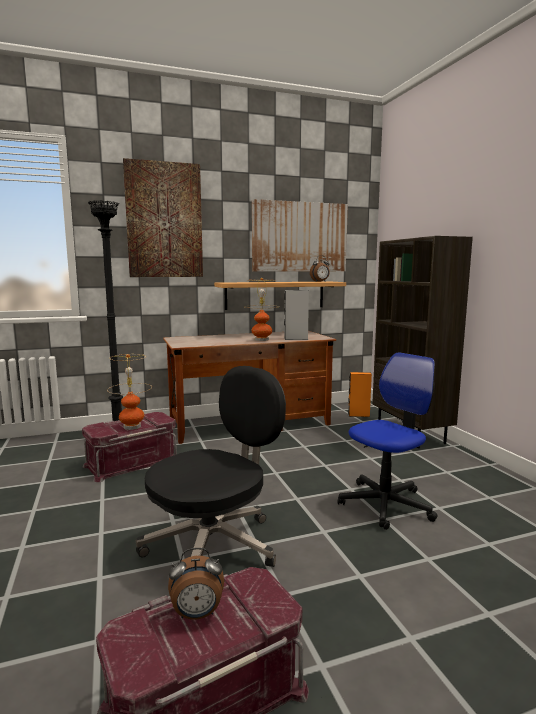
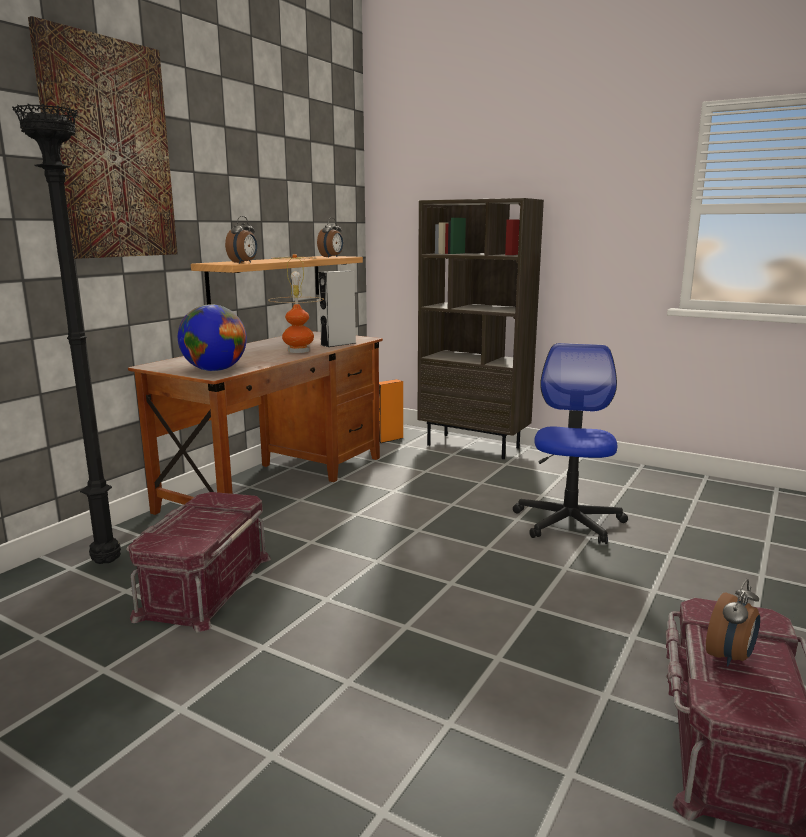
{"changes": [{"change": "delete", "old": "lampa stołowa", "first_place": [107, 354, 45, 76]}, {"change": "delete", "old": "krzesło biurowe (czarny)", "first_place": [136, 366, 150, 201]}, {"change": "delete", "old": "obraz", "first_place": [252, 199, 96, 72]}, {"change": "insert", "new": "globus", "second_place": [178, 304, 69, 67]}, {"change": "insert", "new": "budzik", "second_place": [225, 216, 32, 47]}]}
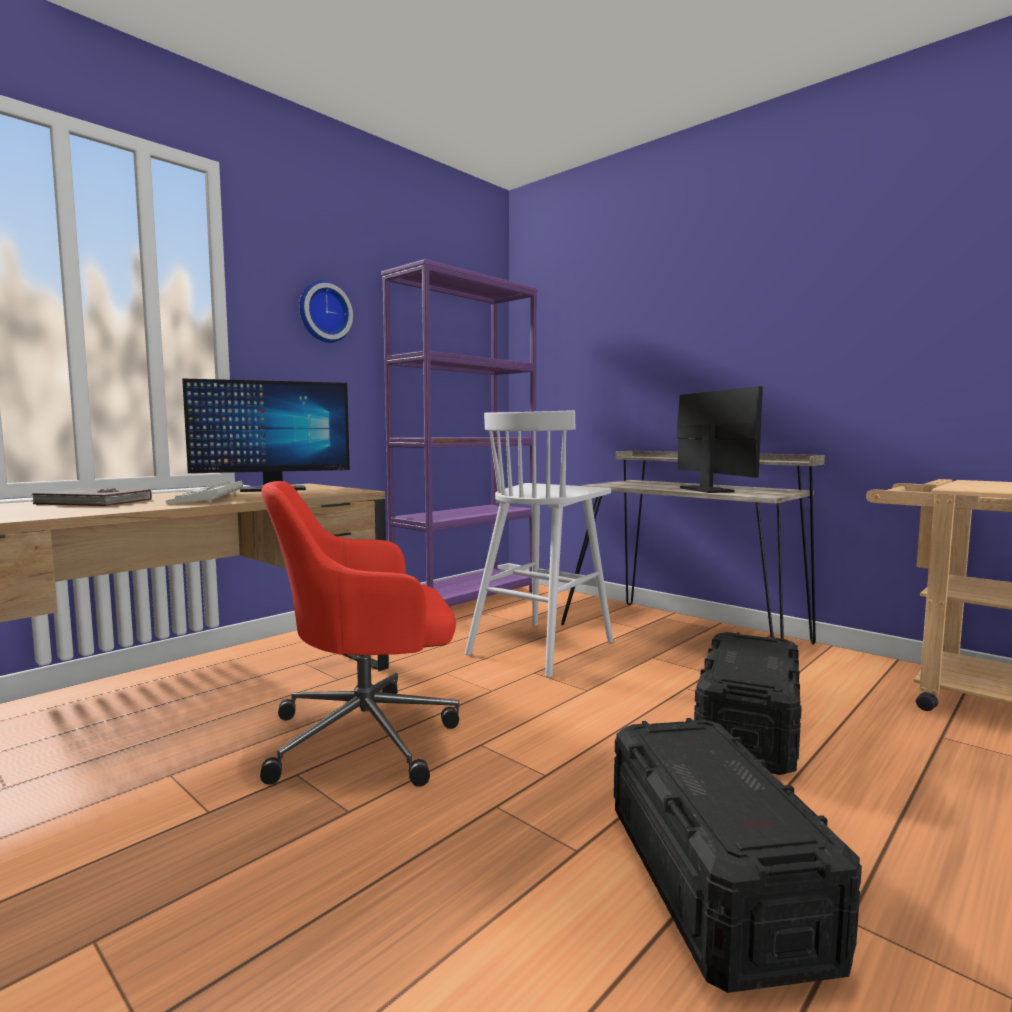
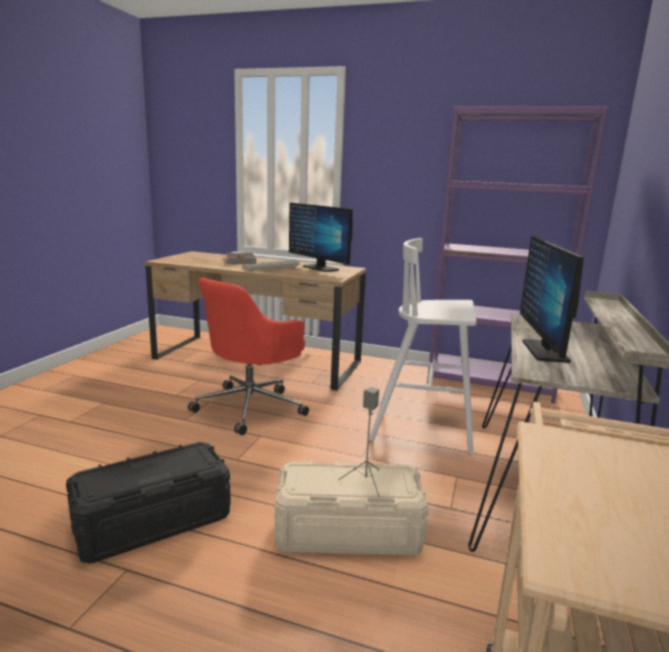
{"changes": [{"change": "delete", "old": "zegar ścienny", "first_place": [299, 281, 54, 62]}, {"change": "insert", "new": "głośnik (szary)", "second_place": [338, 387, 42, 110]}, {"change": "recolor", "old": "pojemnik do przechowywania (czarny)", "new": "pojemnik do przechowywania (beżowy)", "first_place": [694, 632, 108, 143], "second_place": [274, 460, 155, 95]}, {"change": "rotate", "old": "krzesło biurowe (czerwony)", "first_place": [260, 481, 200, 306], "second_place": [188, 278, 121, 157], "degrees": -105}, {"change": "rotate", "old": "monitor", "first_place": [677, 386, 86, 107], "second_place": [520, 236, 64, 127], "degrees": 135}]}
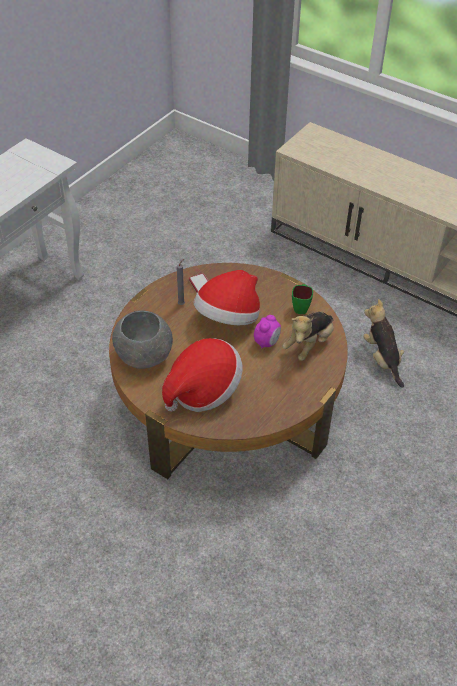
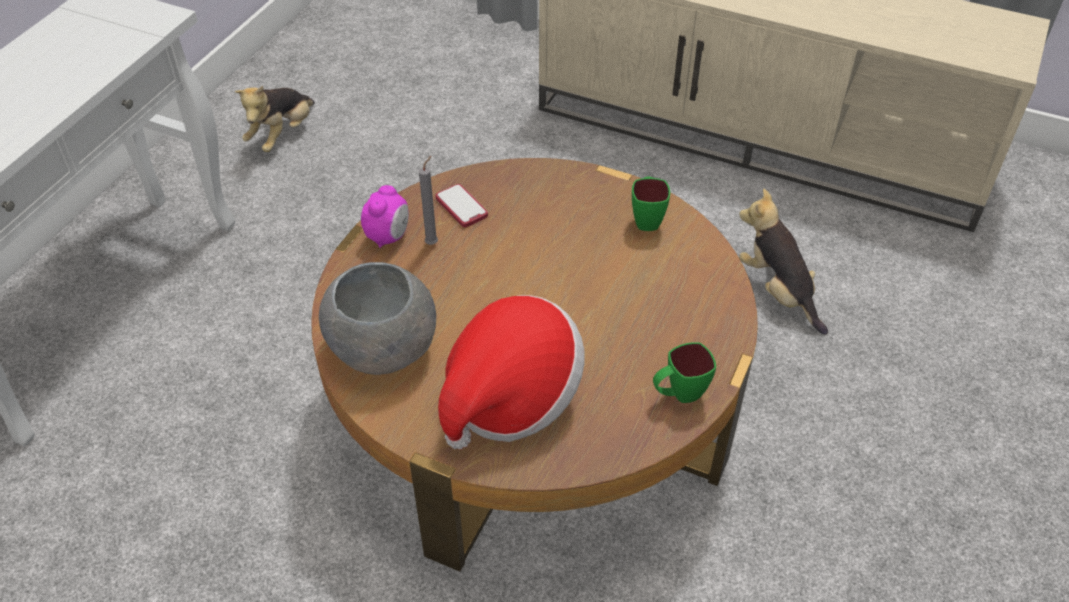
{"changes": [{"change": "delete", "old": "kapelusz", "first_place": [194, 270, 66, 55]}, {"change": "insert", "new": "kubek (zielony)", "second_place": [653, 342, 63, 61]}, {"change": "move", "old": "budzik", "first_place": [254, 315, 27, 34], "second_place": [361, 185, 48, 63]}, {"change": "move", "old": "pluszak", "first_place": [283, 312, 51, 49], "second_place": [235, 86, 80, 66]}]}
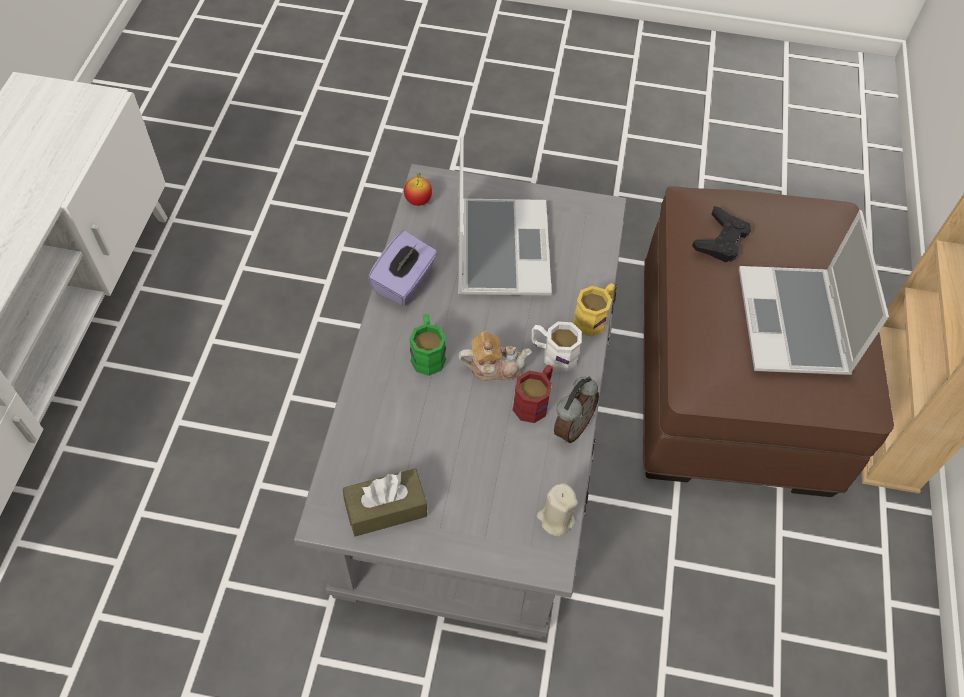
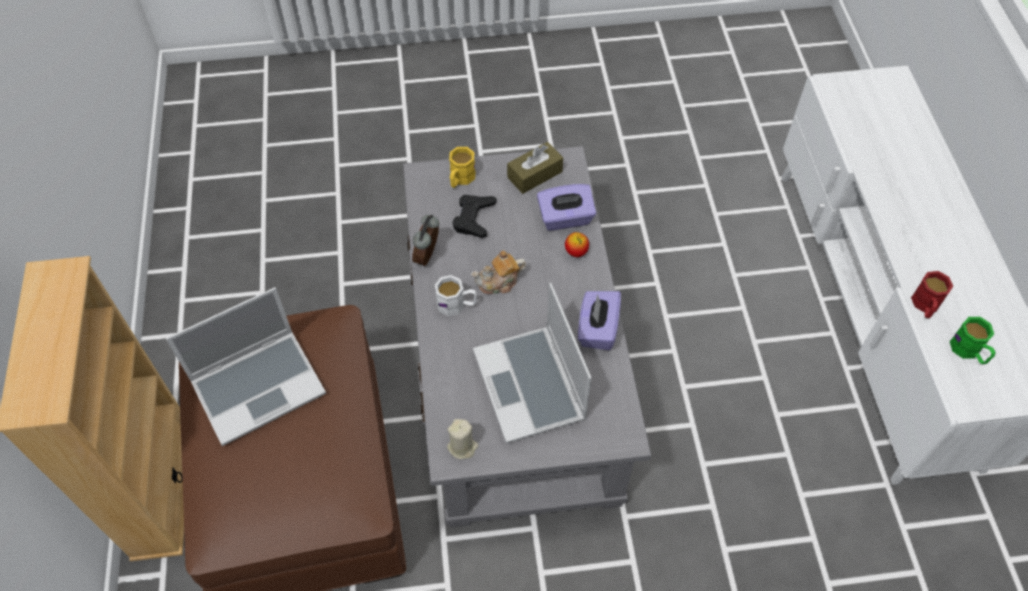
{"changes": [{"change": "insert", "new": "pudełko chusteczek (fioletowy)", "second_place": [537, 184, 59, 47]}, {"change": "move", "old": "jabłko", "first_place": [404, 172, 28, 34], "second_place": [565, 232, 24, 25]}, {"change": "move", "old": "kubek (zielony)", "first_place": [409, 314, 37, 62], "second_place": [950, 317, 46, 47]}, {"change": "move", "old": "kubek (czerwony)", "first_place": [513, 365, 40, 58], "second_place": [911, 271, 42, 47]}, {"change": "move", "old": "świeca (beżowy)", "first_place": [537, 483, 41, 54], "second_place": [447, 419, 32, 40]}, {"change": "move", "old": "kubek (żółty)", "first_place": [573, 283, 42, 54], "second_place": [449, 147, 26, 41]}, {"change": "move", "old": "pad do gier (czarny)", "first_place": [692, 206, 59, 56], "second_place": [452, 195, 44, 43]}, {"change": "rotate", "old": "laptop", "first_place": [739, 210, 150, 165], "second_place": [166, 287, 160, 159], "degrees": 75}]}
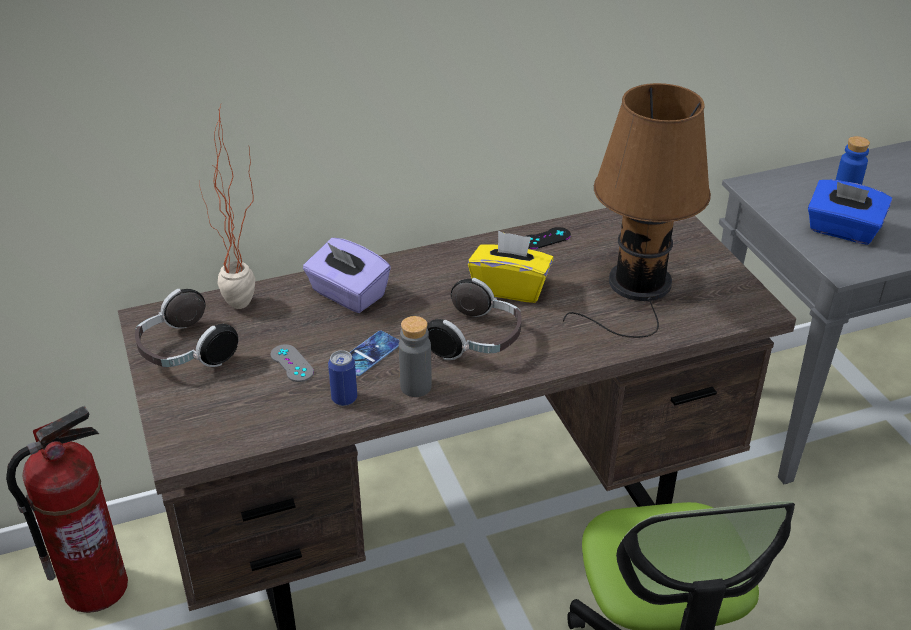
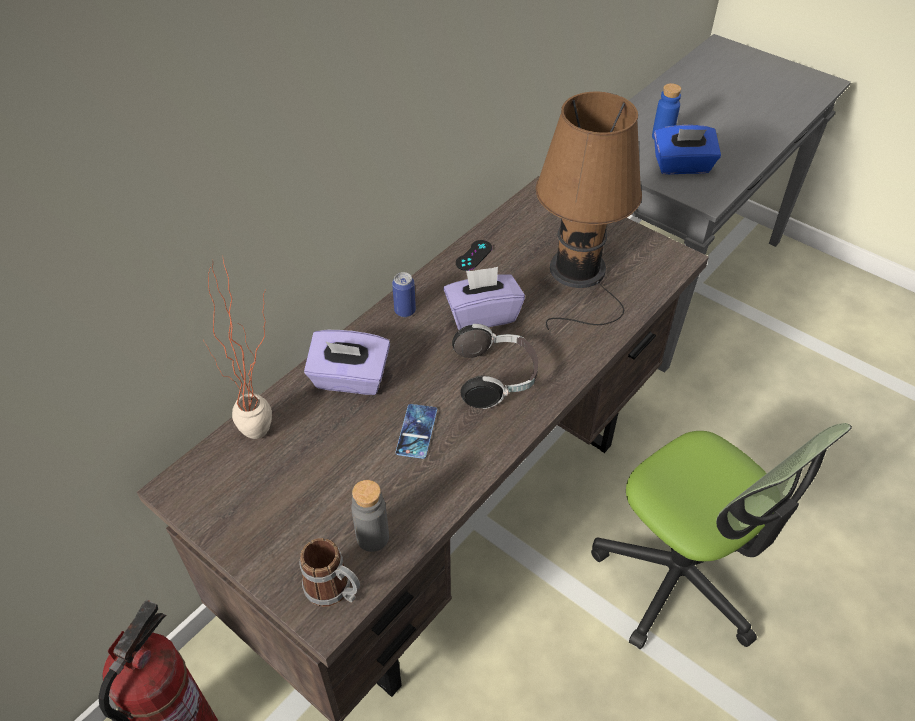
{"changes": [{"change": "delete", "old": "słuchawki", "first_place": [135, 289, 103, 78]}, {"change": "delete", "old": "pad do gier (szary)", "first_place": [271, 344, 43, 38]}, {"change": "insert", "new": "kubek", "second_place": [299, 538, 62, 69]}, {"change": "move", "old": "puszka", "first_place": [328, 350, 29, 56], "second_place": [392, 272, 24, 45]}, {"change": "move", "old": "butelka (szary)", "first_place": [399, 316, 33, 81], "second_place": [351, 480, 38, 72]}, {"change": "recolor", "old": "pudełko chusteczek (żółty)", "new": "pudełko chusteczek (fioletowy)", "first_place": [468, 231, 85, 72], "second_place": [443, 267, 82, 63]}]}
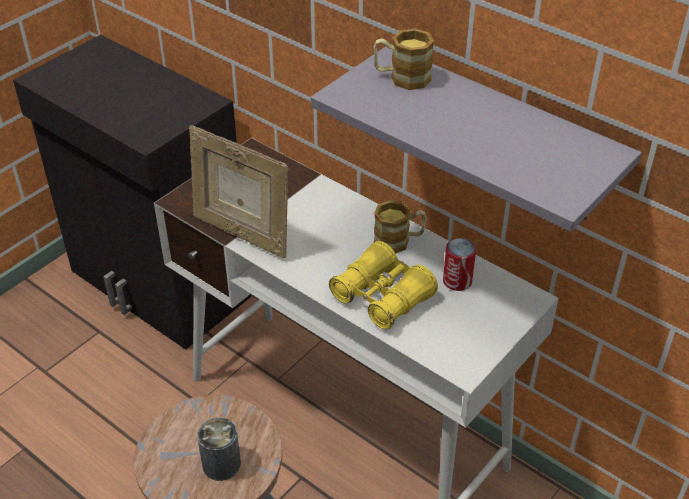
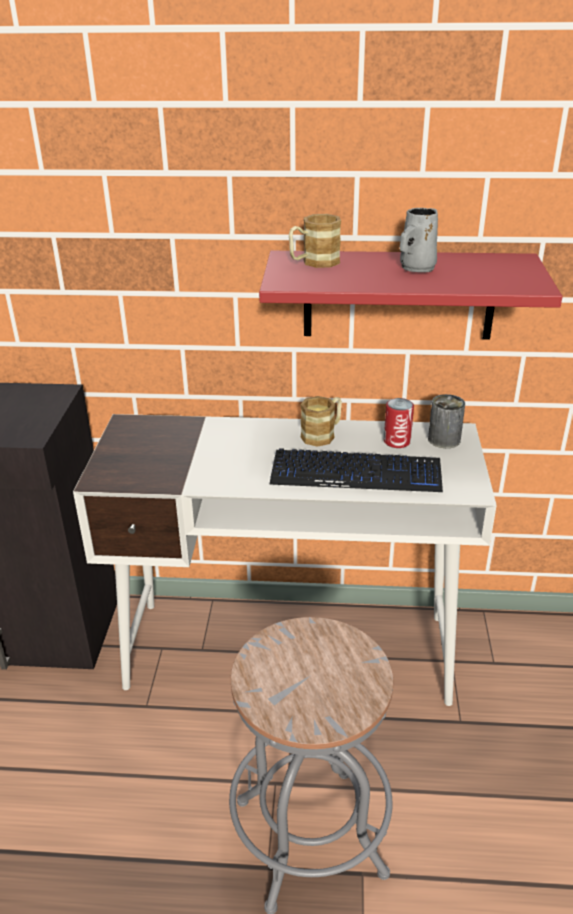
{"changes": [{"change": "delete", "old": "ramka na zdjęcie", "first_place": [189, 125, 99, 133]}, {"change": "insert", "new": "kubek (szary)", "second_place": [400, 208, 38, 64]}, {"change": "move", "old": "puszka", "first_place": [197, 417, 44, 64], "second_place": [428, 394, 37, 54]}, {"change": "replace", "old": "lornetka (żółty)", "new": "klawiatura", "first_place": [329, 241, 109, 89], "second_place": [270, 448, 173, 44]}, {"change": "recolor", "old": "półka (szary)", "new": "półka (czerwony)", "first_place": [311, 46, 331, 186], "second_place": [259, 251, 304, 89]}]}
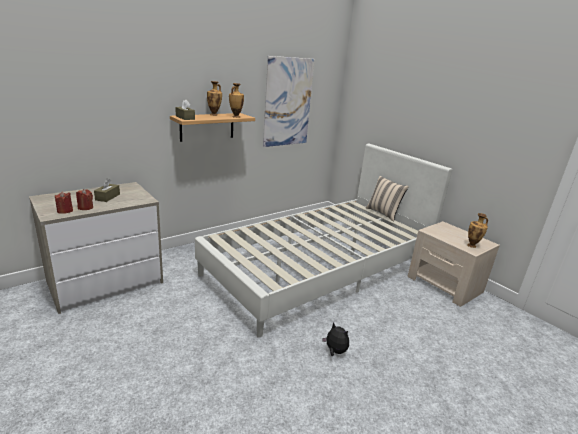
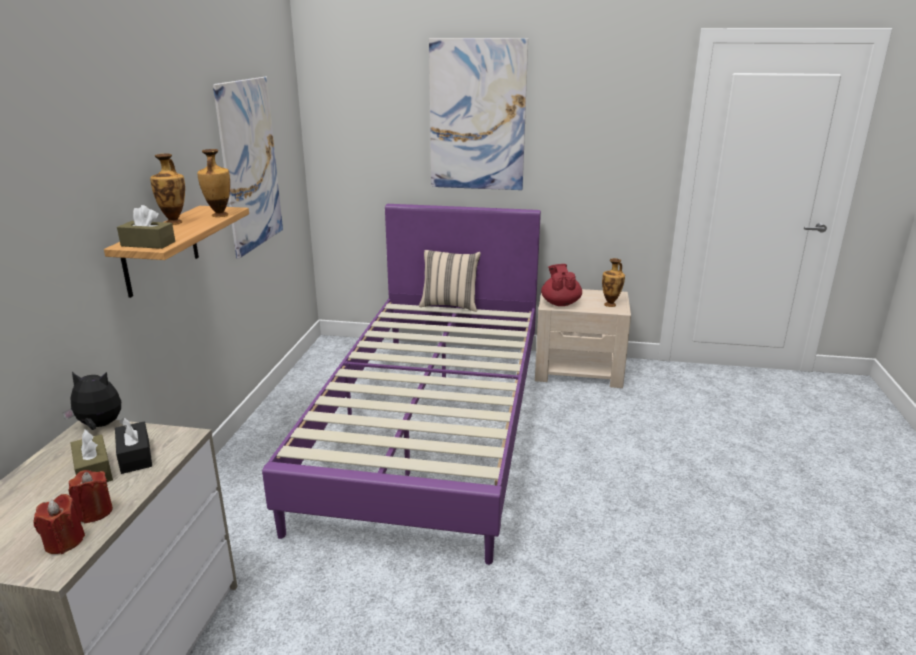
{"changes": [{"change": "insert", "new": "pudełko chusteczek (czarny)", "second_place": [115, 417, 37, 57]}, {"change": "insert", "new": "obraz", "second_place": [429, 38, 99, 152]}, {"change": "insert", "new": "imbryk (czerwony)", "second_place": [541, 264, 41, 42]}, {"change": "move", "old": "pluszak", "first_place": [322, 322, 27, 34], "second_place": [63, 372, 58, 58]}, {"change": "recolor", "old": "łóżko (biały)", "new": "łóżko (fioletowy)", "first_place": [195, 144, 257, 194], "second_place": [262, 204, 279, 361]}]}
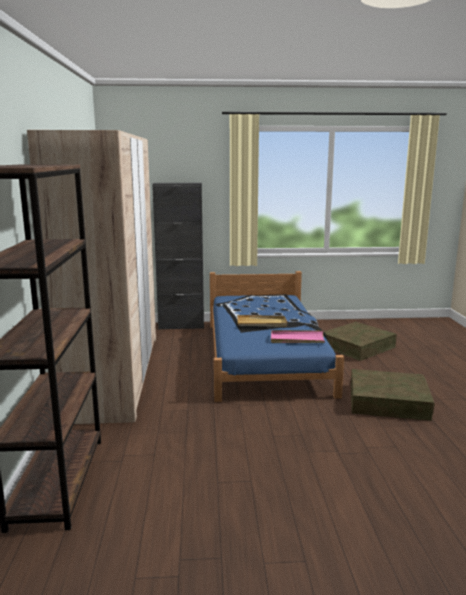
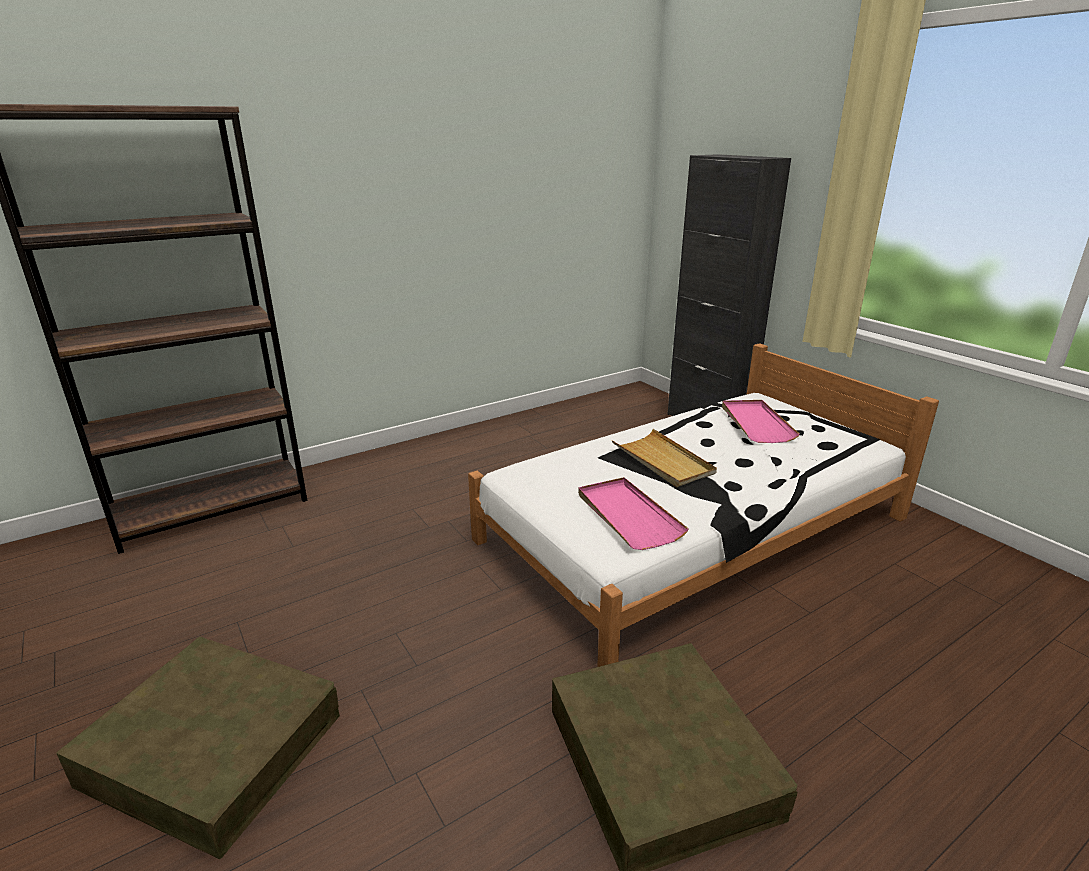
{"changes": [{"change": "delete", "old": "szafa (beżowy)", "first_place": [27, 130, 129, 294]}, {"change": "insert", "new": "taca (różowy)", "second_place": [722, 400, 78, 43]}, {"change": "move", "old": "pojemnik do przechowywania (brązowy)", "first_place": [324, 322, 73, 39], "second_place": [56, 637, 284, 222]}, {"change": "recolor", "old": "łóżko (niebieski)", "new": "łóżko (biały)", "first_place": [210, 271, 134, 131], "second_place": [468, 343, 471, 324]}]}
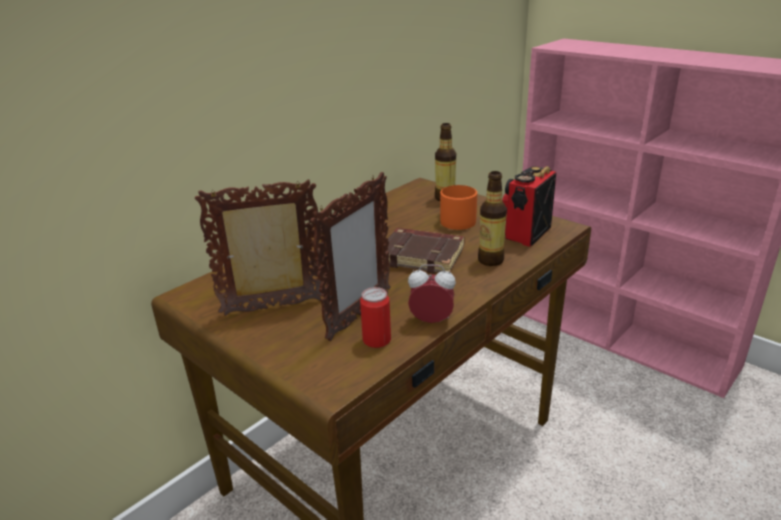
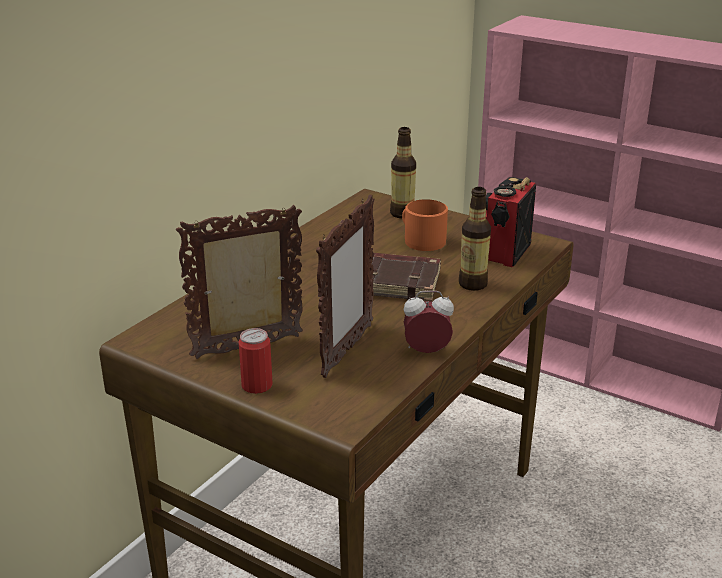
{"changes": [{"change": "move", "old": "puszka", "first_place": [360, 287, 31, 61], "second_place": [239, 328, 34, 66]}]}
